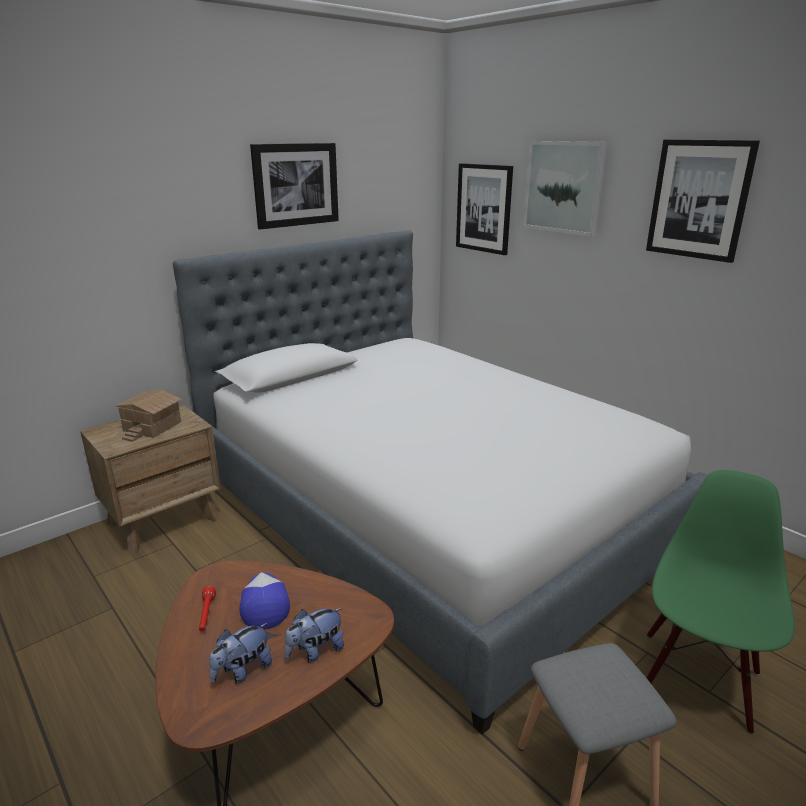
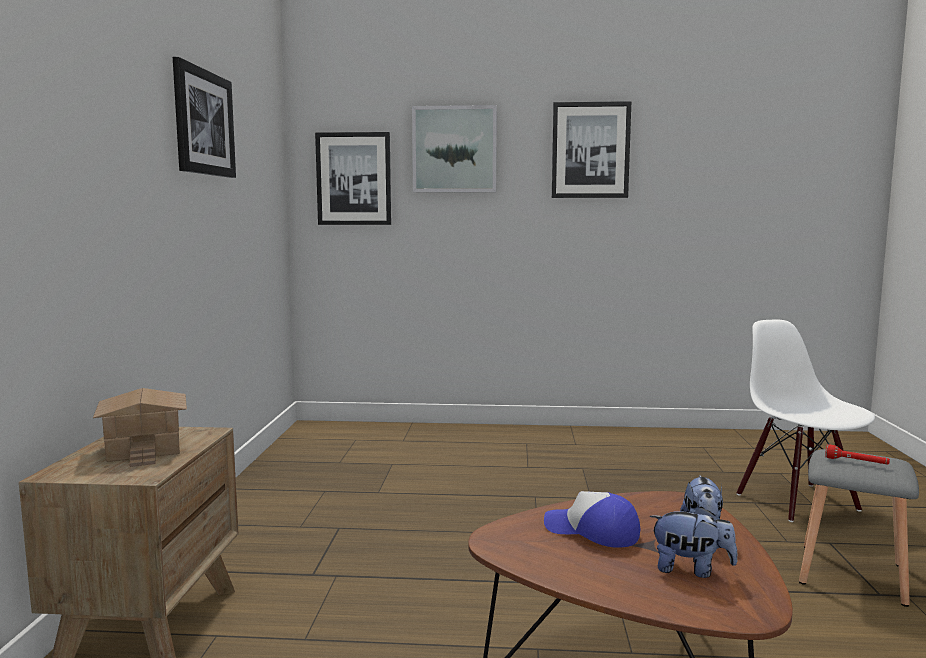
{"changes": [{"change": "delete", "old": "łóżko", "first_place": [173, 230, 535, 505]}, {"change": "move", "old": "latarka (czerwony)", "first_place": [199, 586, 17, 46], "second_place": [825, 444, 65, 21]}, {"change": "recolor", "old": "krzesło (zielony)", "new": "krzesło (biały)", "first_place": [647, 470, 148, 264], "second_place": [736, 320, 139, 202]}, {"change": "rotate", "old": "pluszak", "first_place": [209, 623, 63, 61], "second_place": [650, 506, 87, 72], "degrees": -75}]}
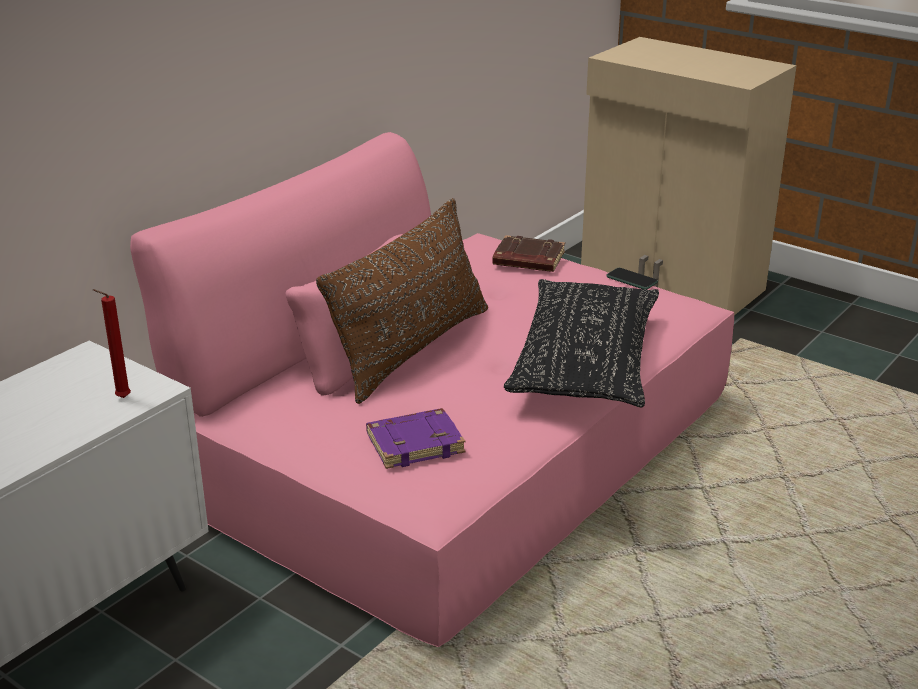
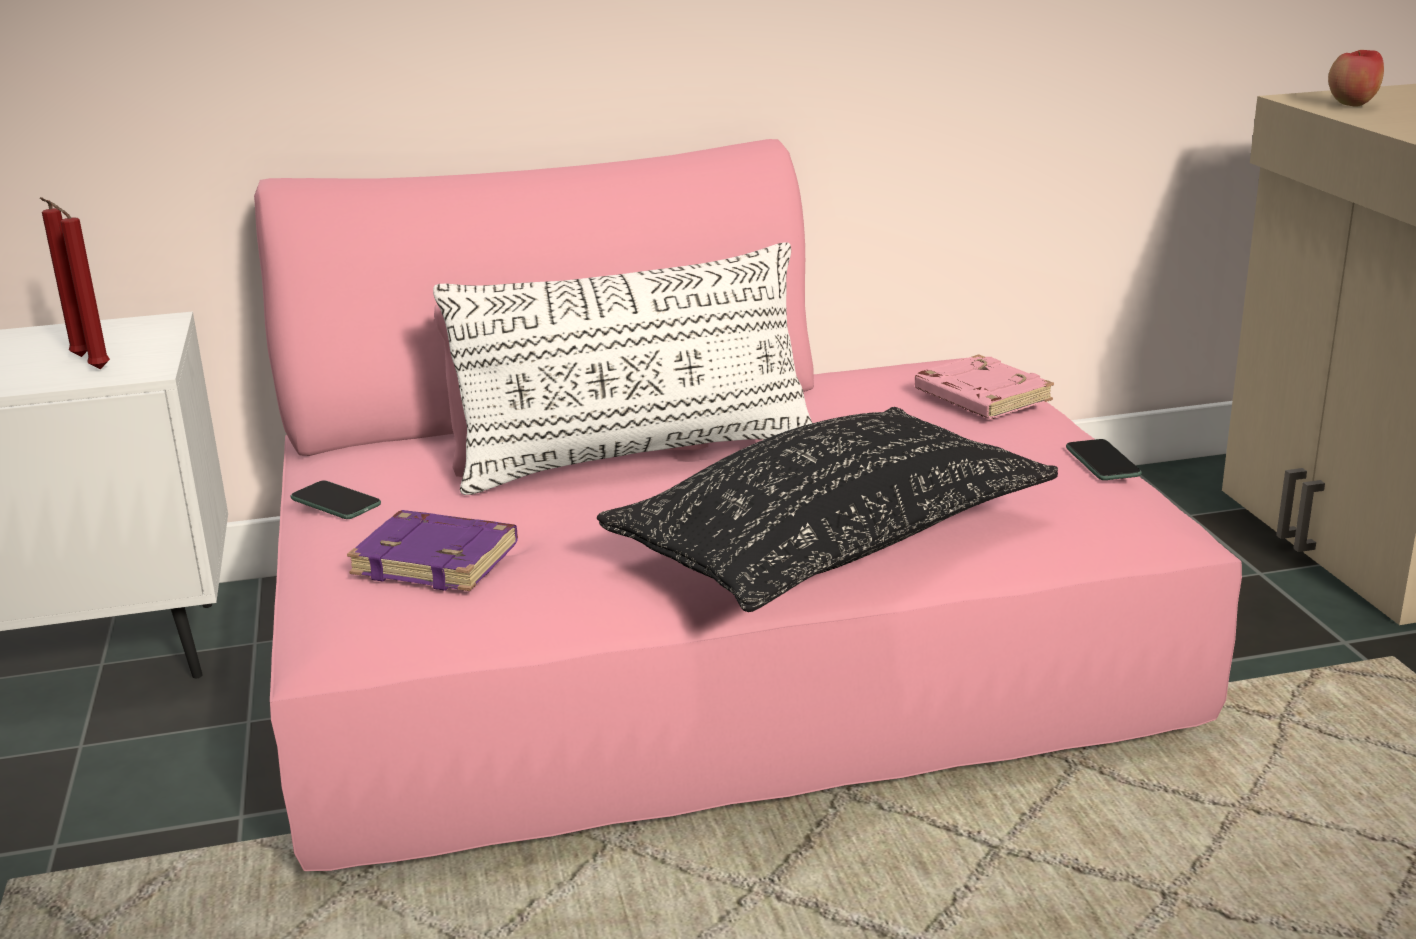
{"changes": [{"change": "insert", "new": "świeca (czerwony)", "second_place": [40, 197, 47, 160]}, {"change": "insert", "new": "telefon", "second_place": [291, 480, 90, 39]}, {"change": "insert", "new": "jabłko", "second_place": [1328, 50, 56, 57]}, {"change": "recolor", "old": "poduszka (brązowy)", "new": "poduszka (biały)", "first_place": [316, 198, 172, 206], "second_place": [433, 242, 379, 253]}, {"change": "recolor", "old": "książka (brązowy)", "new": "książka (różowy)", "first_place": [492, 235, 73, 37], "second_place": [915, 354, 139, 65]}]}
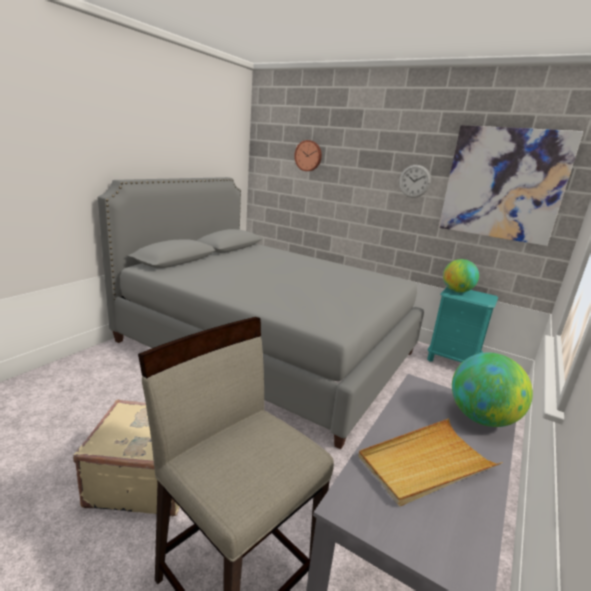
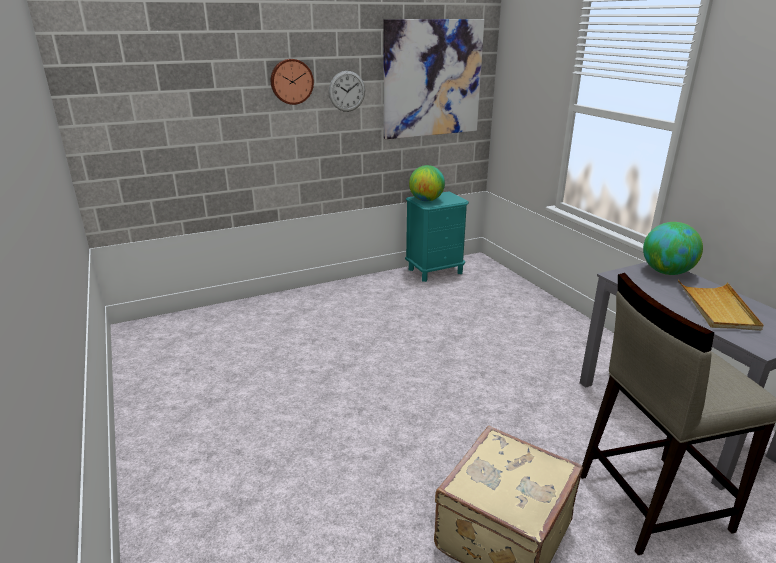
{"changes": [{"change": "delete", "old": "łóżko (szary)", "first_place": [98, 177, 326, 272]}, {"change": "move", "old": "zegar ścienny", "first_place": [294, 140, 28, 31], "second_place": [271, 59, 43, 46]}]}
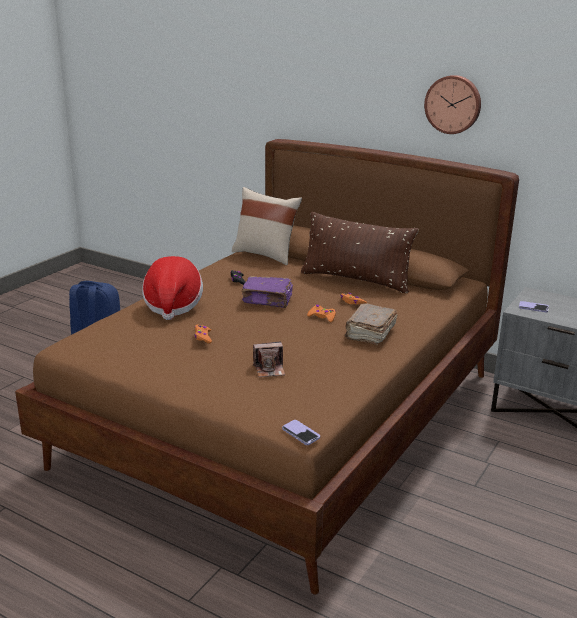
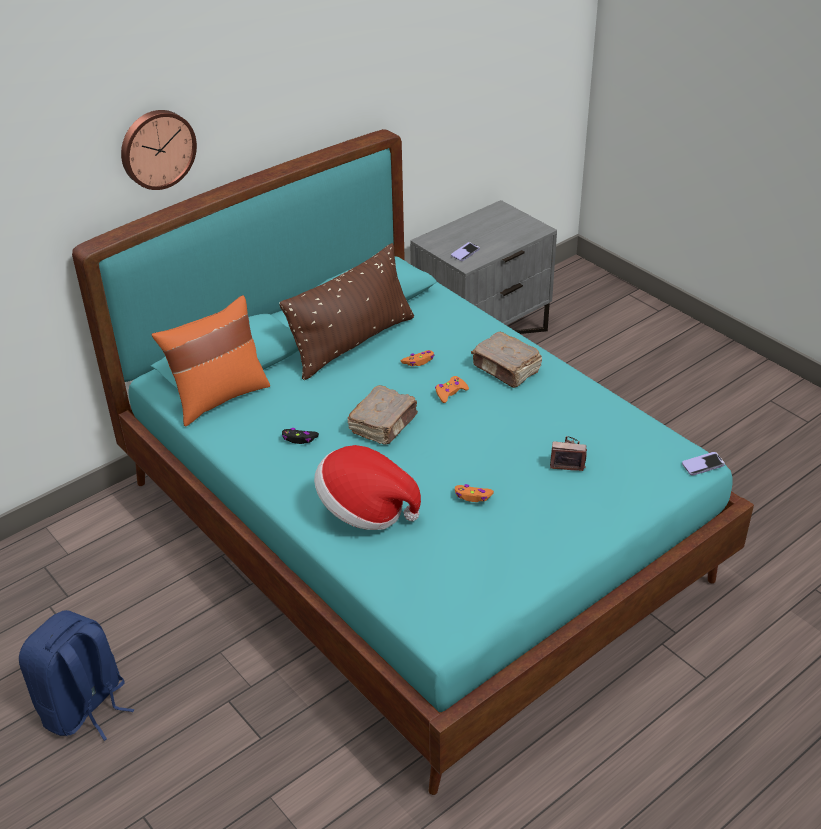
{"changes": [{"change": "move", "old": "zegar ścienny", "first_place": [424, 75, 57, 59], "second_place": [121, 110, 76, 80]}, {"change": "recolor", "old": "łóżko (brązowy)", "new": "łóżko (turkusowy)", "first_place": [15, 139, 504, 456], "second_place": [72, 129, 682, 666]}, {"change": "recolor", "old": "poduszka (beżowy)", "new": "poduszka (pomarańczowy)", "first_place": [232, 187, 70, 78], "second_place": [151, 295, 119, 132]}, {"change": "recolor", "old": "książka (fioletowy)", "new": "książka (brązowy)", "first_place": [242, 276, 51, 32], "second_place": [347, 385, 71, 60]}, {"change": "rotate", "old": "aparat fotograficzny", "first_place": [253, 341, 32, 36], "second_place": [550, 436, 37, 35], "degrees": -90}]}
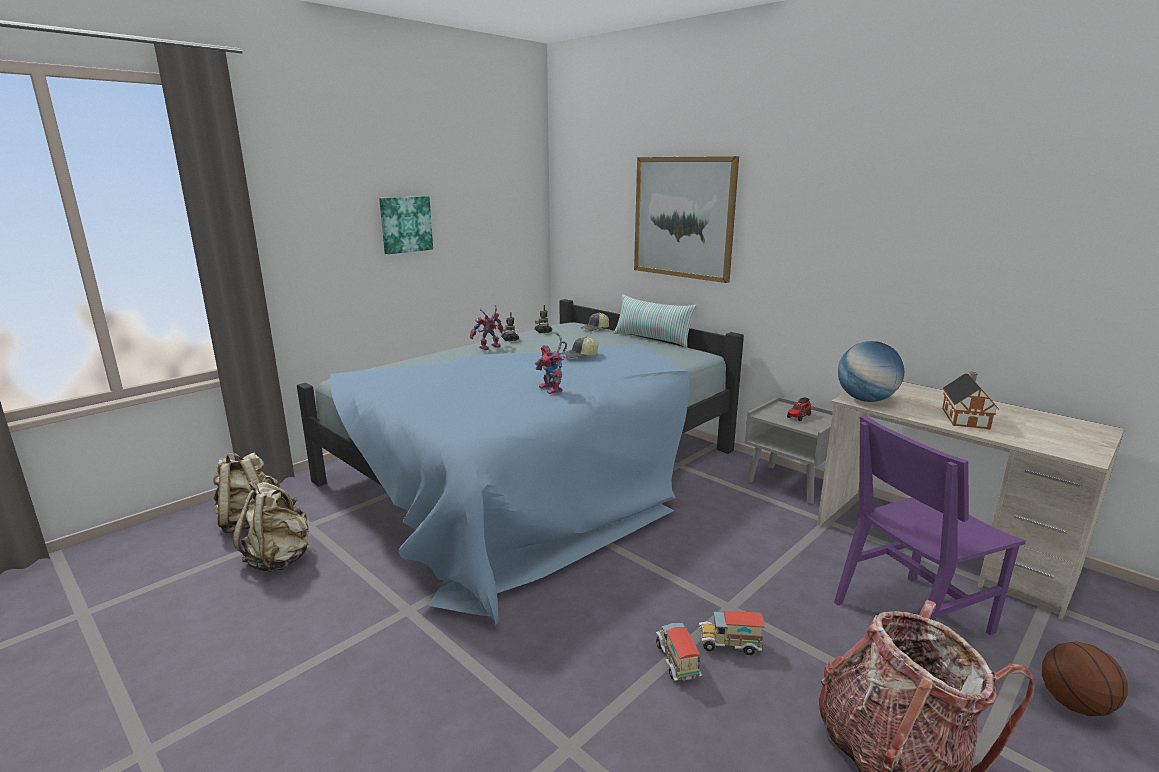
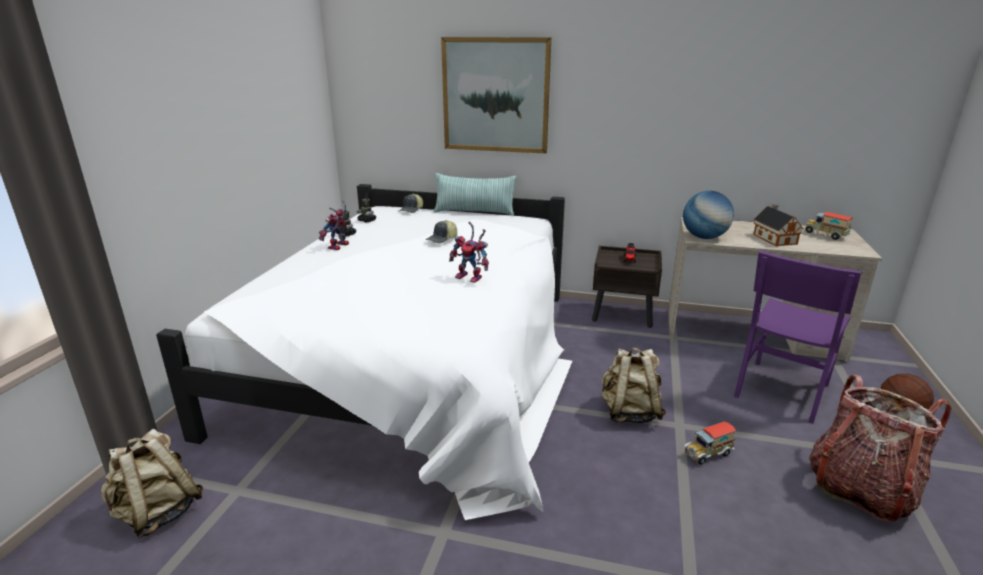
{"changes": [{"change": "delete", "old": "obraz", "first_place": [379, 196, 54, 58]}, {"change": "move", "old": "plecak (beżowy)", "first_place": [233, 481, 76, 91], "second_place": [602, 347, 64, 77]}, {"change": "move", "old": "ciężarówka zabawkowa", "first_place": [656, 623, 46, 58], "second_place": [805, 212, 48, 28]}, {"change": "recolor", "old": "łóżko (niebieski)", "new": "łóżko (biały)", "first_place": [297, 299, 447, 326], "second_place": [156, 184, 416, 336]}, {"change": "recolor", "old": "szafka nocna (szary)", "new": "szafka nocna (brązowy)", "first_place": [745, 397, 88, 108], "second_place": [592, 246, 70, 82]}]}
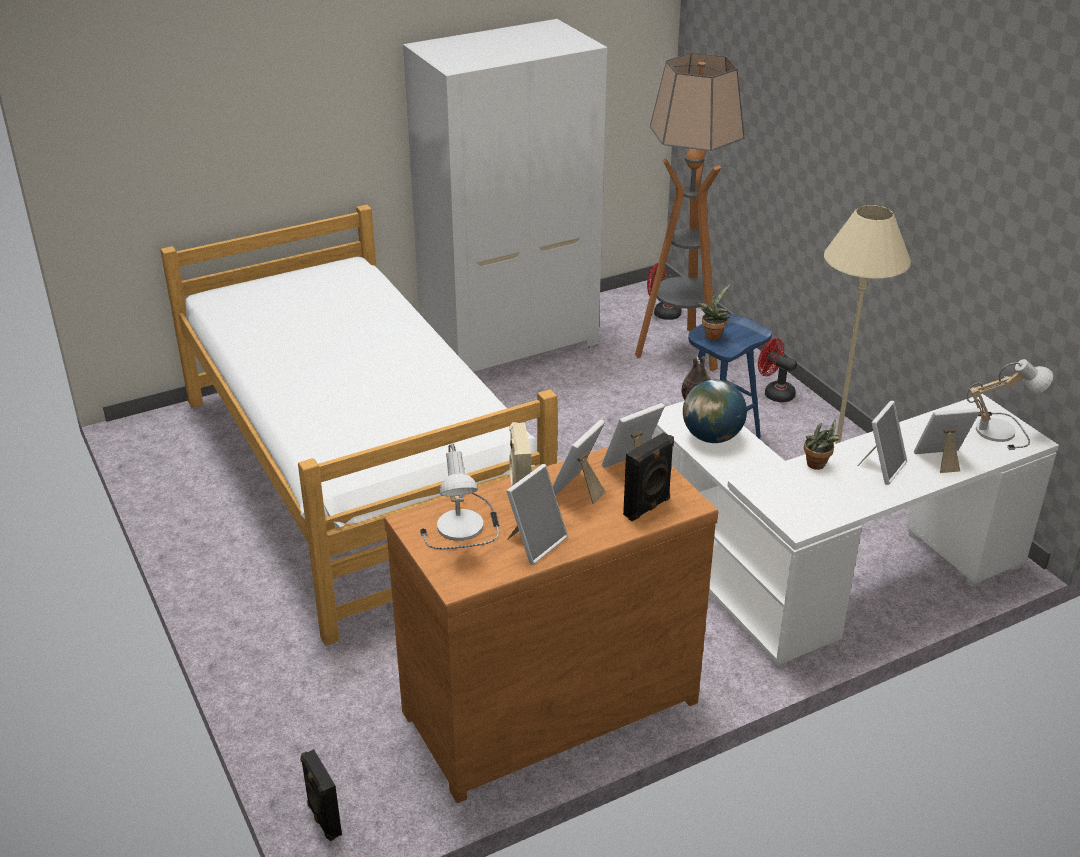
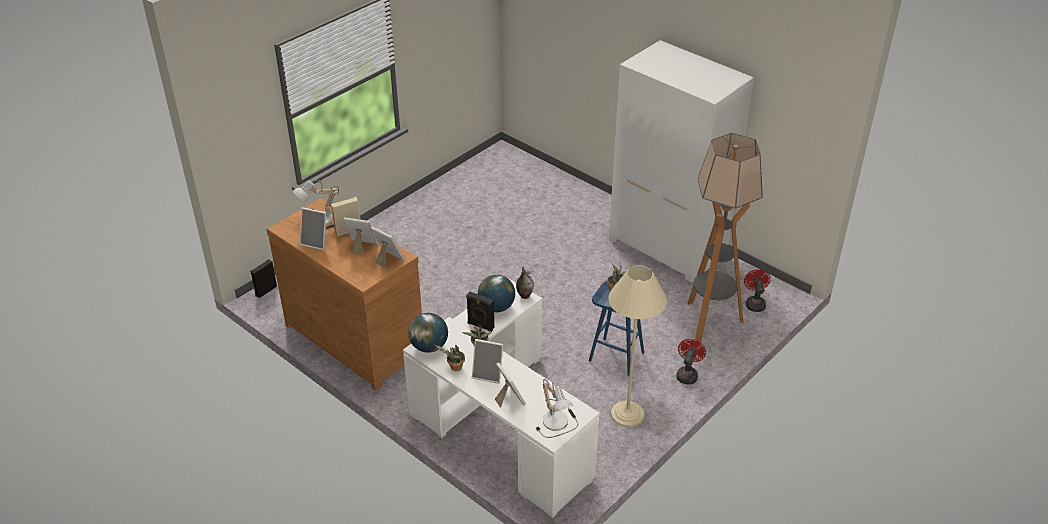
{"changes": [{"change": "delete", "old": "łóżko", "first_place": [160, 205, 398, 440]}, {"change": "insert", "new": "globus", "second_place": [408, 313, 40, 40]}, {"change": "insert", "new": "roślina doniczkowa", "second_place": [435, 345, 30, 26]}, {"change": "move", "old": "głośnik (czarny)", "first_place": [623, 432, 51, 89], "second_place": [466, 292, 28, 40]}]}
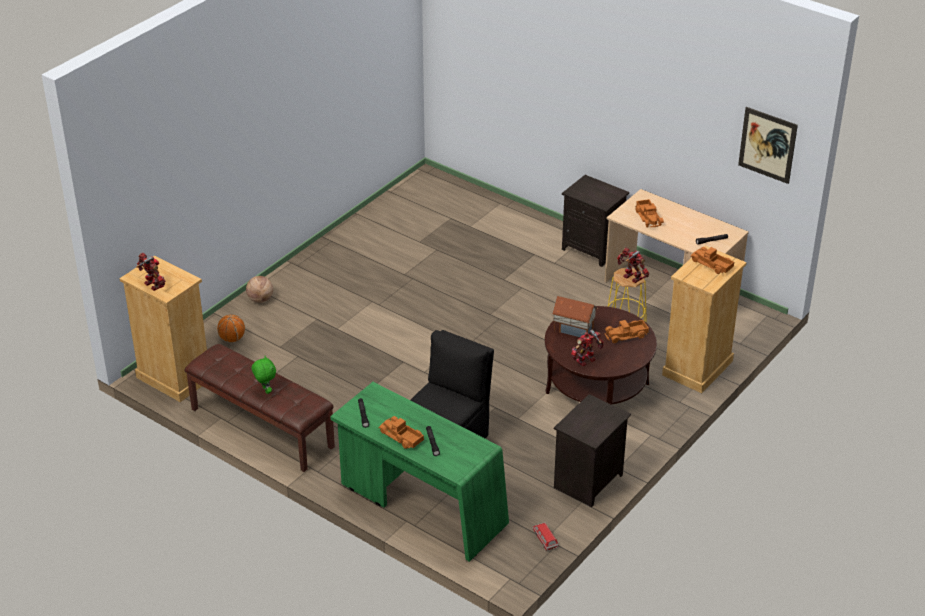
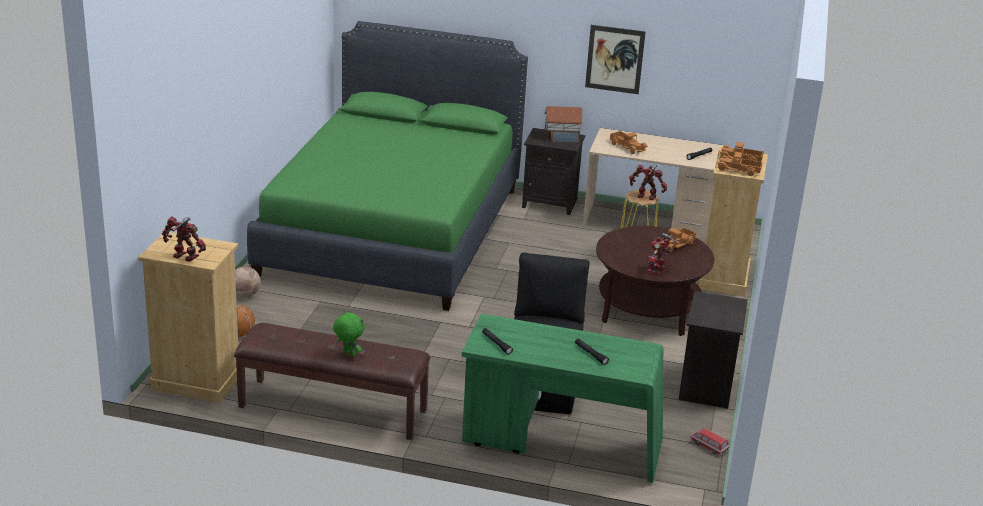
{"changes": [{"change": "insert", "new": "łóżko (zielony)", "second_place": [247, 21, 281, 290]}, {"change": "move", "old": "ciężarówka zabawkowa", "first_place": [378, 416, 46, 33], "second_place": [716, 152, 47, 24]}, {"change": "move", "old": "domek", "first_place": [552, 296, 46, 41], "second_place": [544, 106, 39, 37]}, {"change": "move", "old": "obraz", "first_place": [738, 107, 60, 77], "second_place": [585, 25, 61, 69]}]}
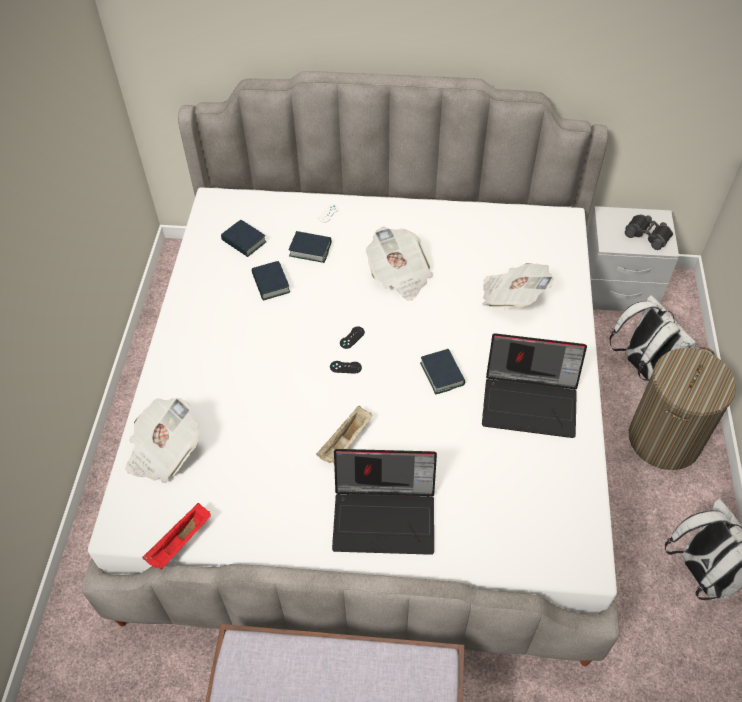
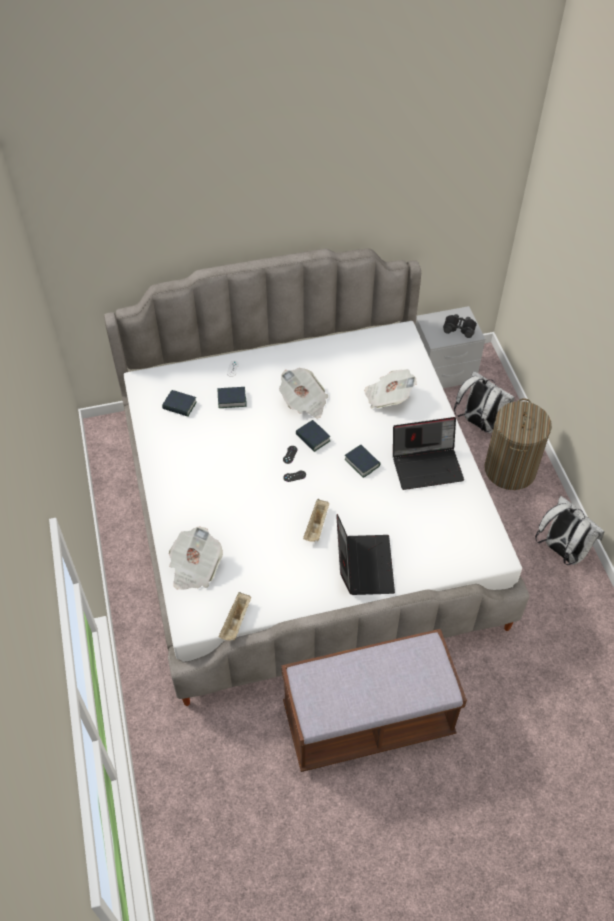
{"changes": [{"change": "move", "old": "książka", "first_place": [252, 261, 38, 40], "second_place": [296, 420, 35, 32]}, {"change": "recolor", "old": "taca (czerwony)", "new": "taca (beżowy)", "first_place": [142, 503, 69, 67], "second_place": [219, 592, 32, 48]}, {"change": "rotate", "old": "laptop", "first_place": [332, 449, 105, 106], "second_place": [336, 514, 59, 81], "degrees": -75}]}
